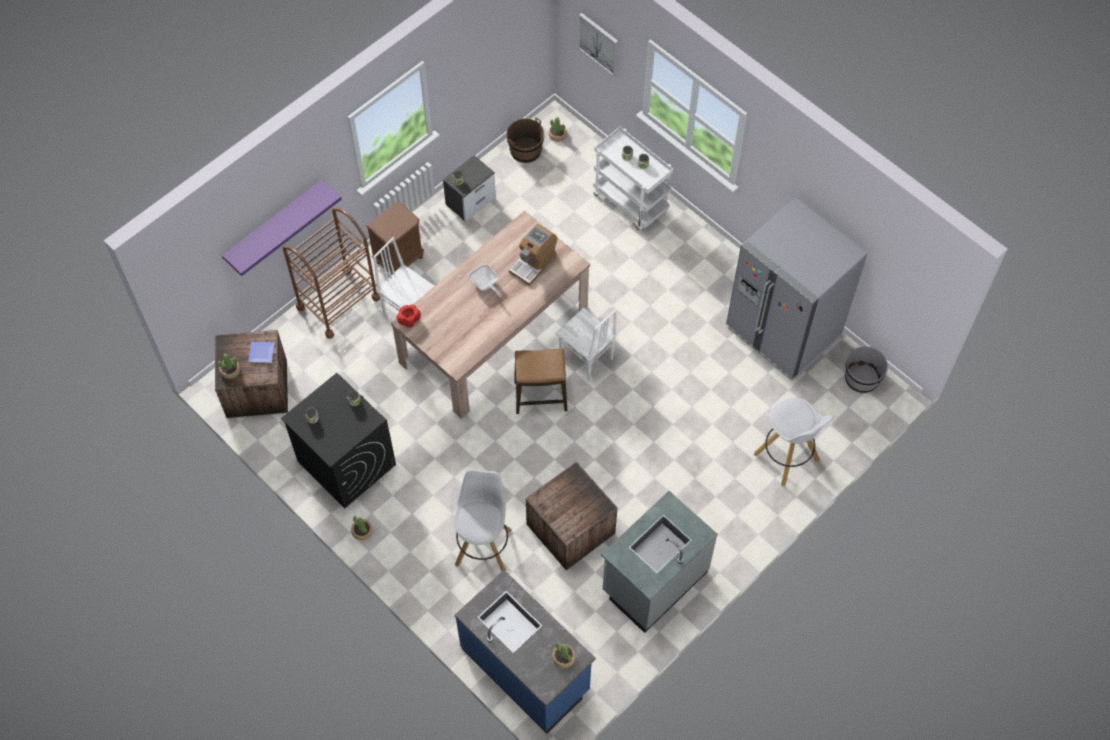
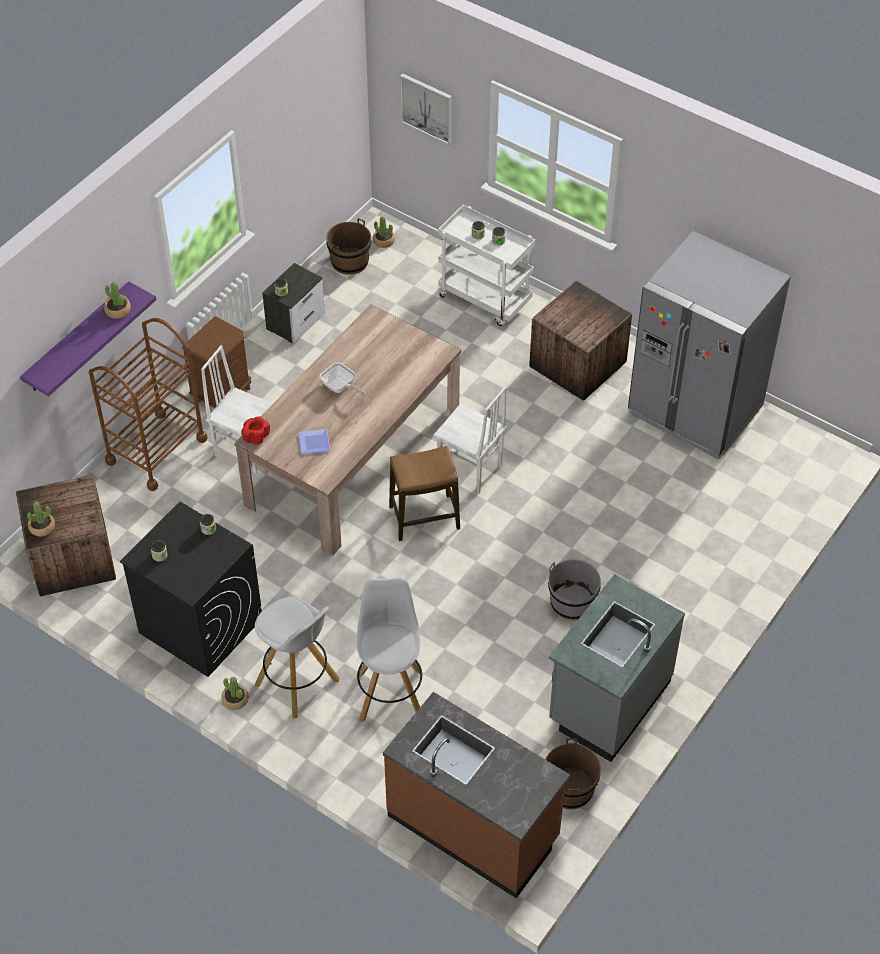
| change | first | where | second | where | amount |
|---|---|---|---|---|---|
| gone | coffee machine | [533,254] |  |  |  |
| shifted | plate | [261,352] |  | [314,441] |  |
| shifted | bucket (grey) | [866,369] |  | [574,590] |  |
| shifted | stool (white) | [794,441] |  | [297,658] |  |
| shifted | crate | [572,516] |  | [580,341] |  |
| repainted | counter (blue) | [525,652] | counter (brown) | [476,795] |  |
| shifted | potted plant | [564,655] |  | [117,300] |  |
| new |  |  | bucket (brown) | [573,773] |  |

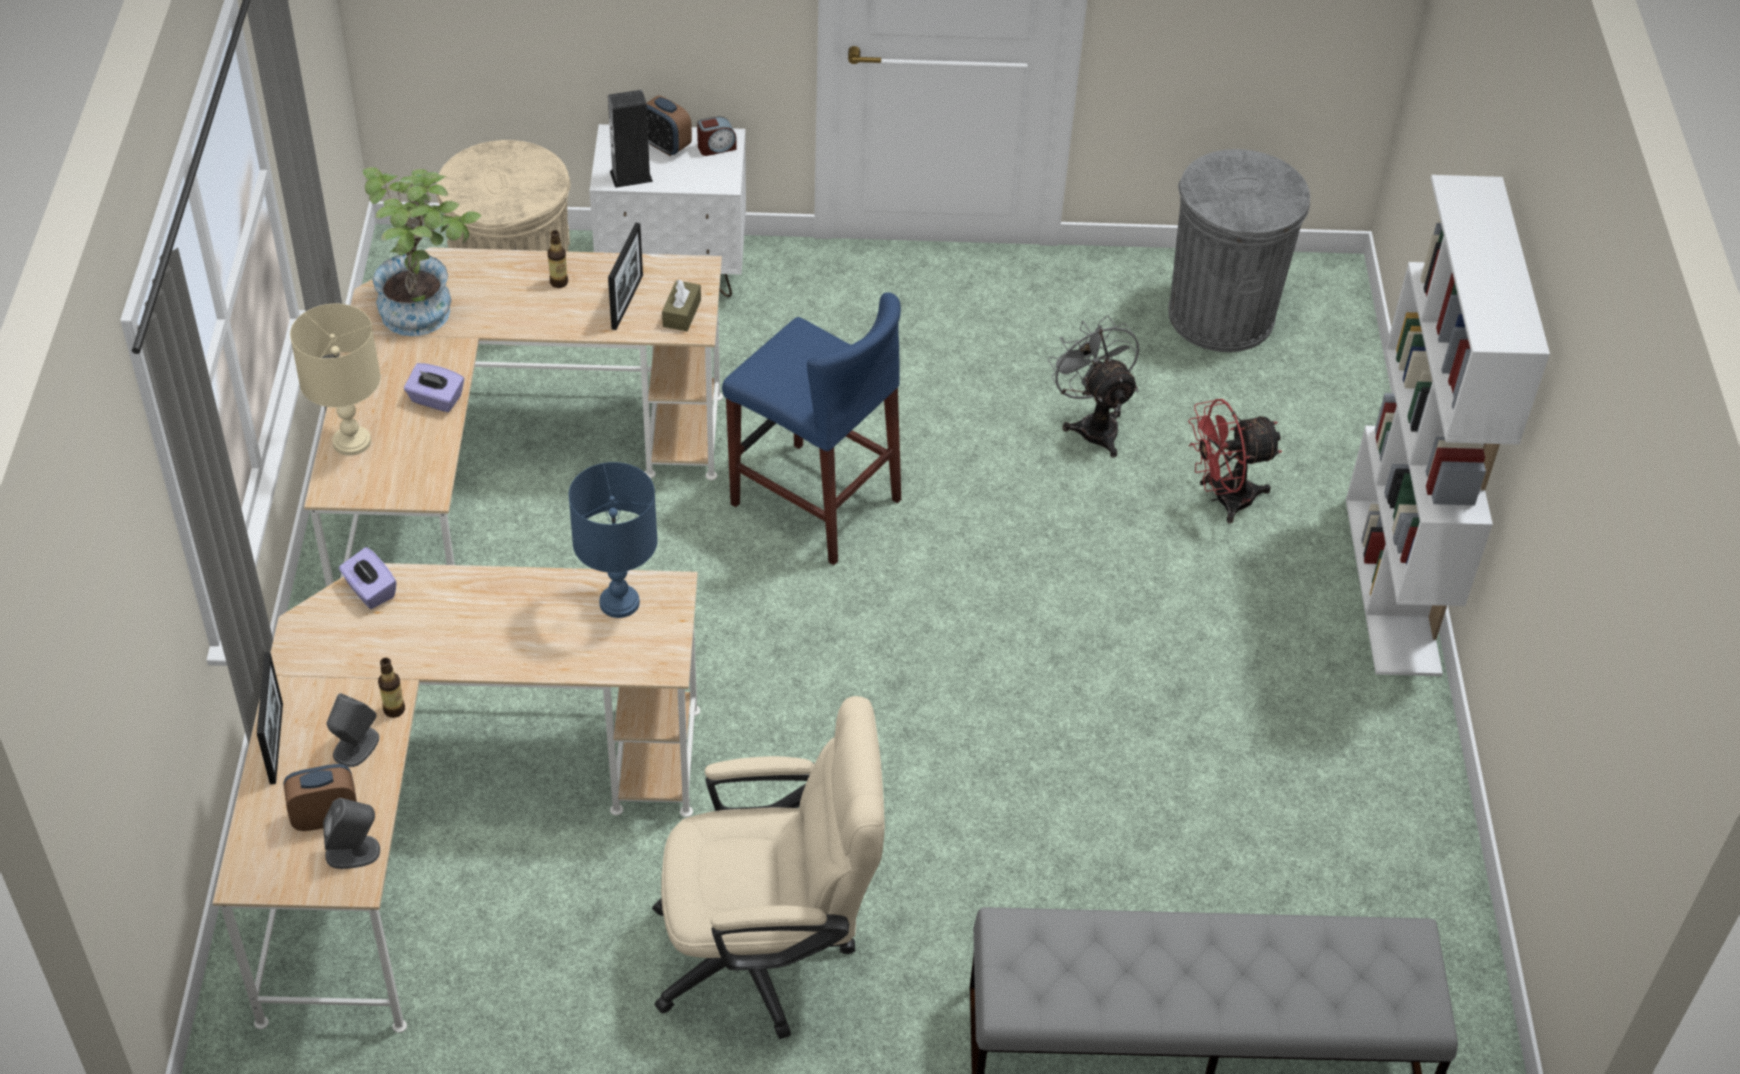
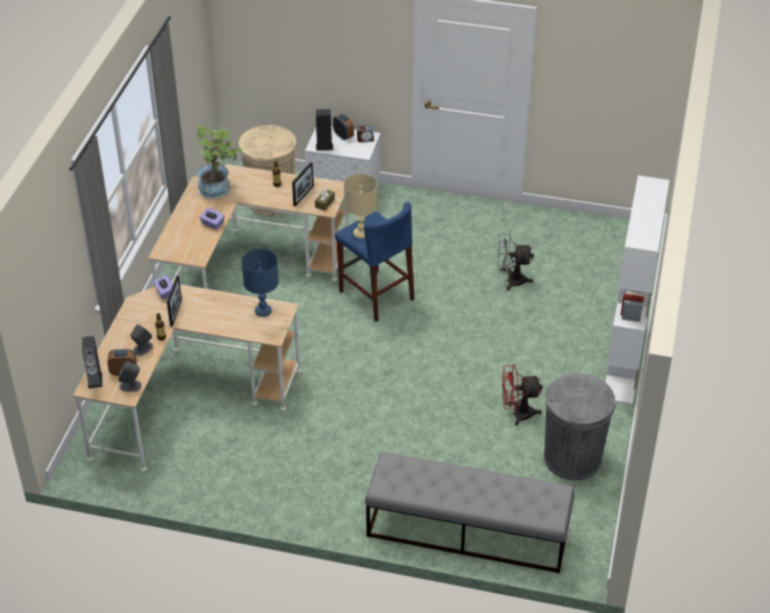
| change | first | where | second | where | amount |
|---|---|---|---|---|---|
| shifted | trash can (grey) | [1239,250] |  | [580,426] |  |
| shifted | table lamp (beige) | [335,380] |  | [360,206] |  |
| rotated | fan (grey) | [1093,386] |  | [515,261] | 75 degrees counterclockwise |
| shifted | fan (red) | [1235,461] |  | [522,395] |  |
| shifted | picture frame | [270,718] |  | [174,301] |  |
| gone | office chair (beige) | [768,867] |  |  |  |
| new |  |  | speaker | [92,362] |  |

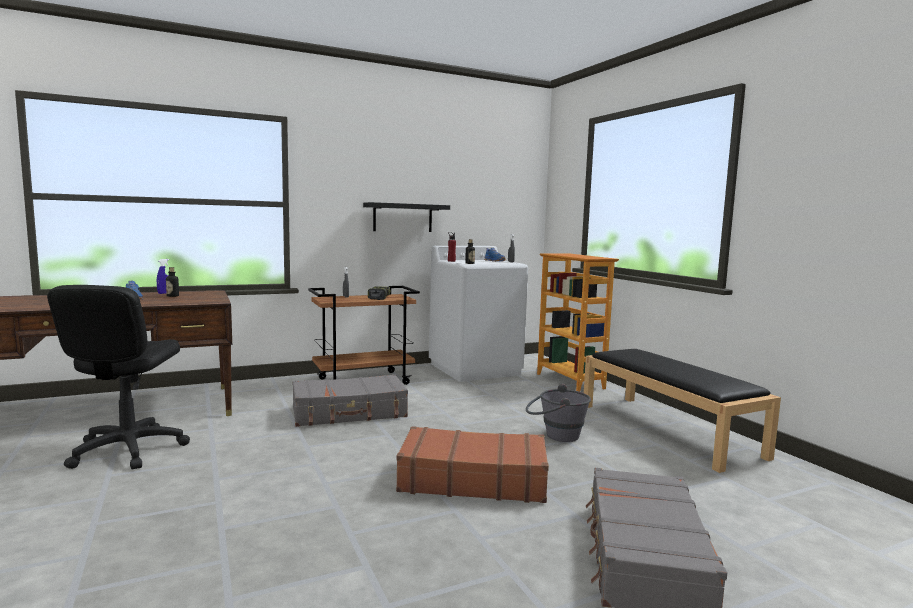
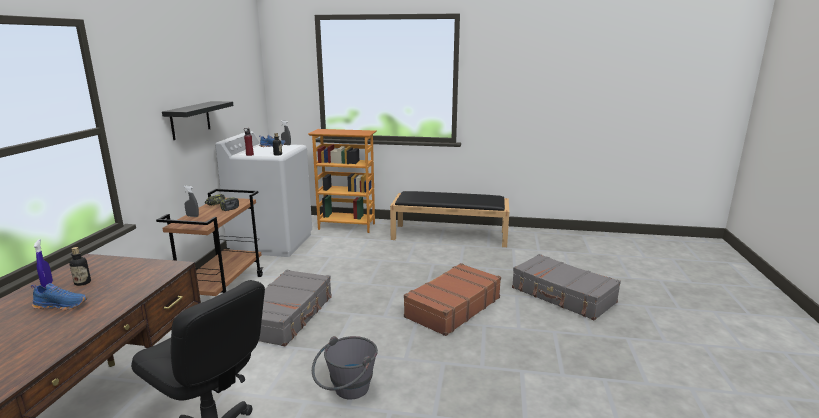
| change | first | where | second | where | amount |
|---|---|---|---|---|---|
| shifted | bucket (grey) | [558,413] |  | [345,368] |  |

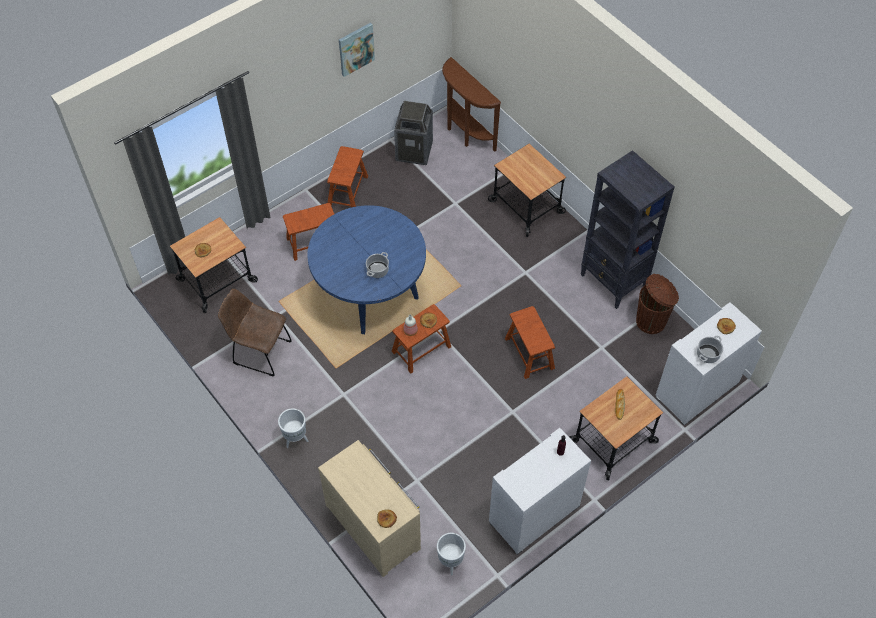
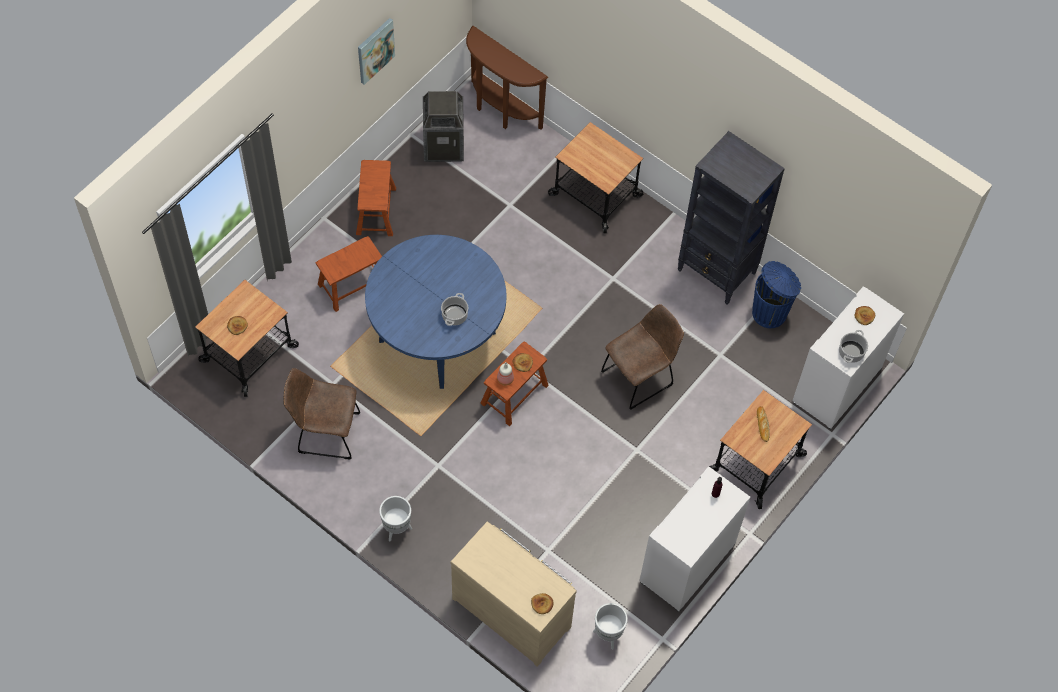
| change | first | where | second | where | amount |
|---|---|---|---|---|---|
| repainted | trash can (brown) | [657,304] | trash can (blue) | [776,294] |  |
| swapped | stool (brown) | [530,342] | chair (brown) | [642,356] |  |

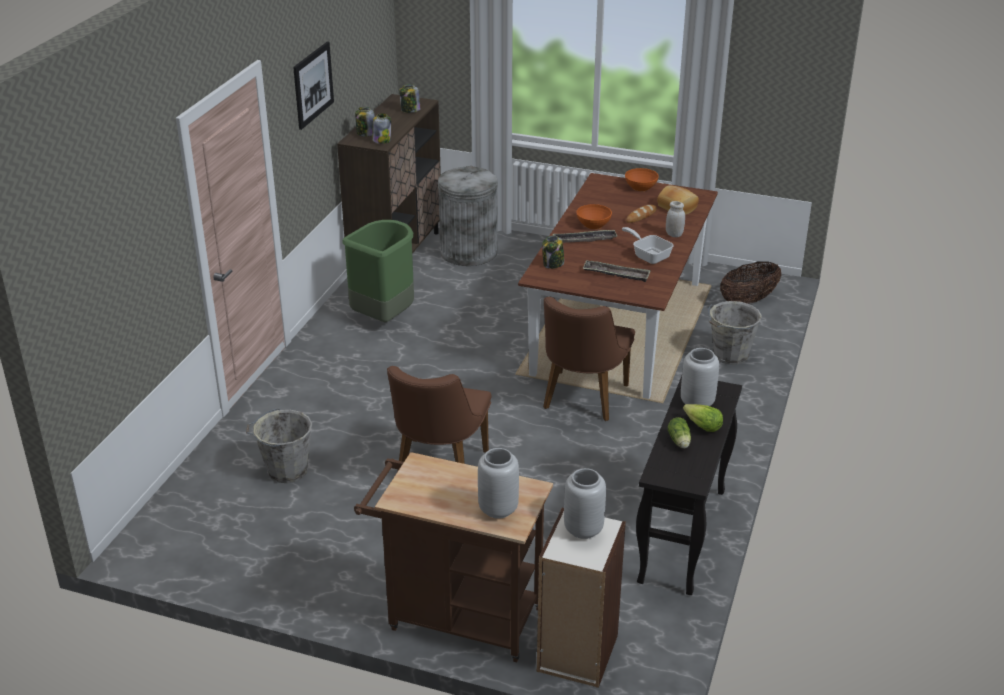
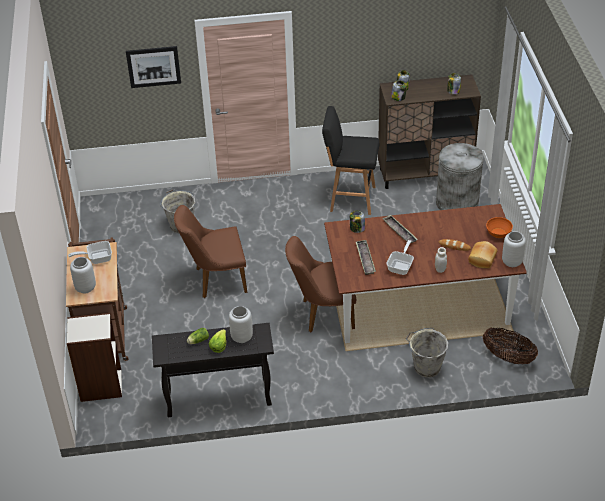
| change | first | where | second | where | amount |
|---|---|---|---|---|---|
| shifted | picture | [313,86] |  | [153,67] |  |
| gone | bowl (orange) | [594,216] |  |  |  |
| swapped | trash can (green) | [378,271] | stool (black) | [350,160] |  |
| shifted | vase (grey) | [585,503] |  | [514,249] |  |
| new |  |  | frying pan | [90,252] |  |

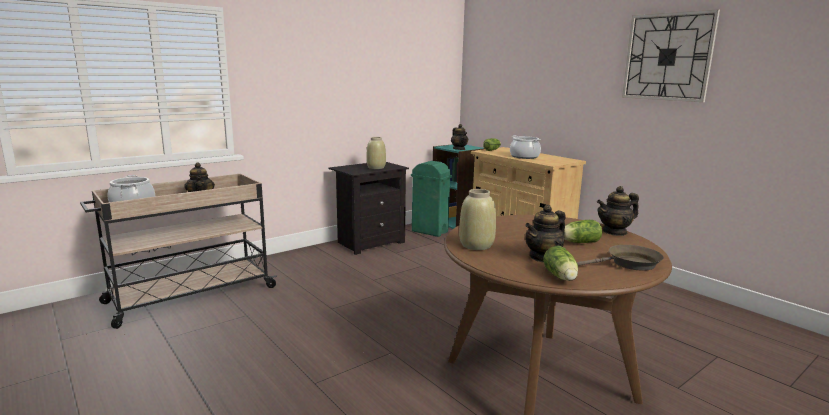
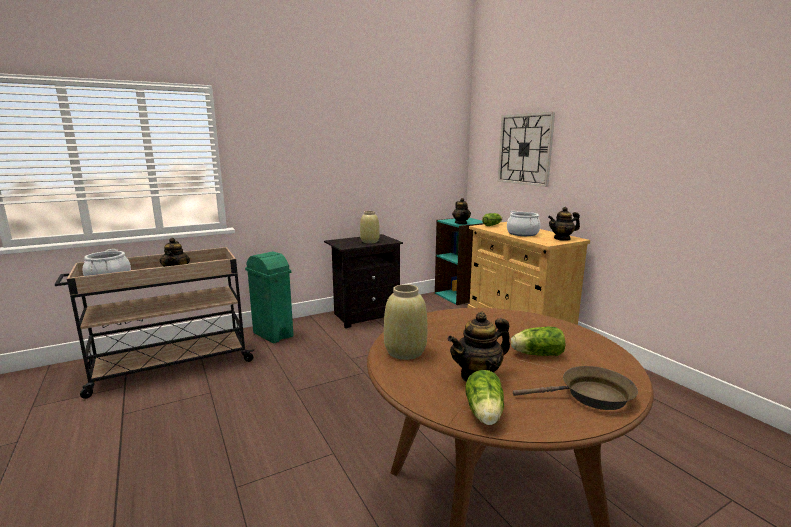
| change | first | where | second | where | amount |
|---|---|---|---|---|---|
| shifted | wall clock | [671,55] |  | [526,149] |  |
| shifted | trash can (green) | [431,199] |  | [269,297] |  |
| shifted | teapot | [618,211] |  | [564,224] |  |

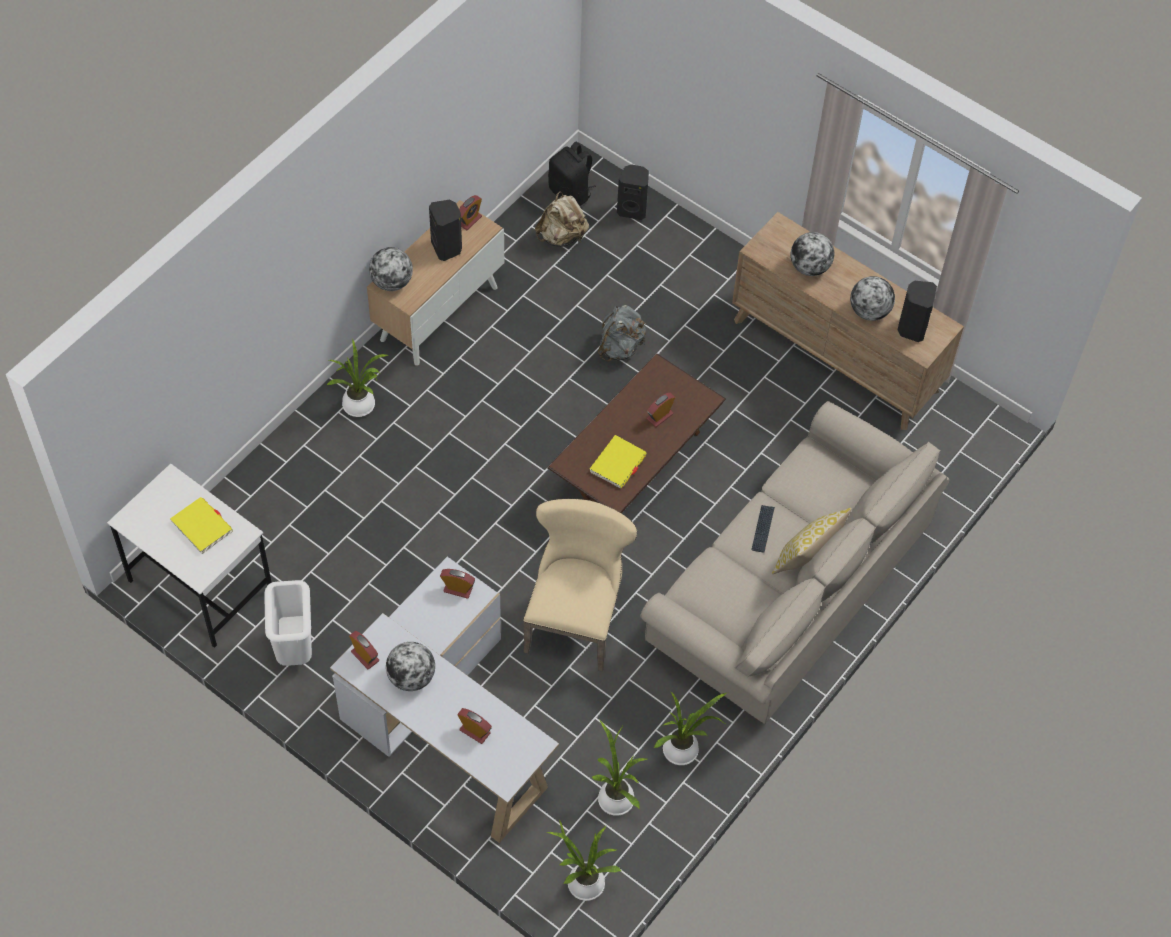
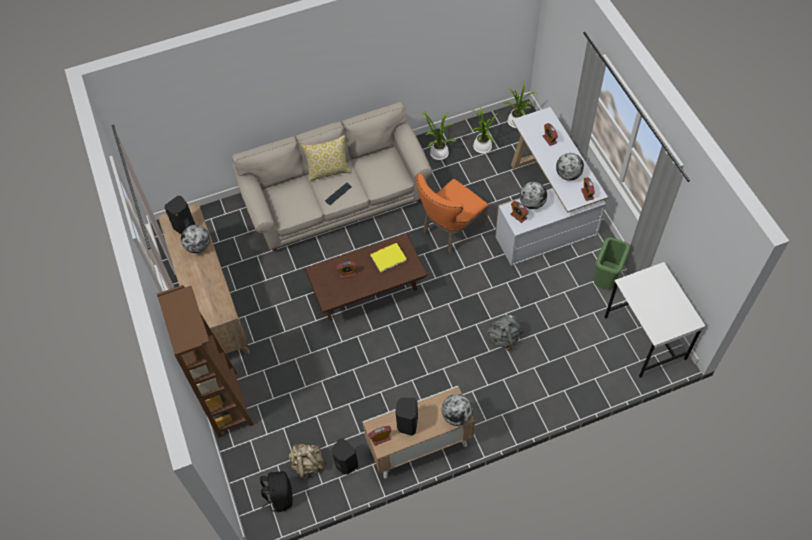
| change | first | where | second | where | amount |
|---|---|---|---|---|---|
| shifted | speaker (black) | [633,192] |  | [345,456] |  |
| shifted | globe | [812,254] |  | [533,195] |  |
| shifted | backpack (grey) | [622,333] |  | [505,333] |  |
| gone | potted plant | [357,378] |  |  |  |
| gone | book (yellow) | [201,525] |  |  |  |
| repainted | chair (beige) | [580,585] | chair (orange) | [452,213] |  |
| repainted | trash can (white) | [288,623] | trash can (green) | [612,263] |  |
| new |  |  | bookcase (brown) | [205,361] |  |

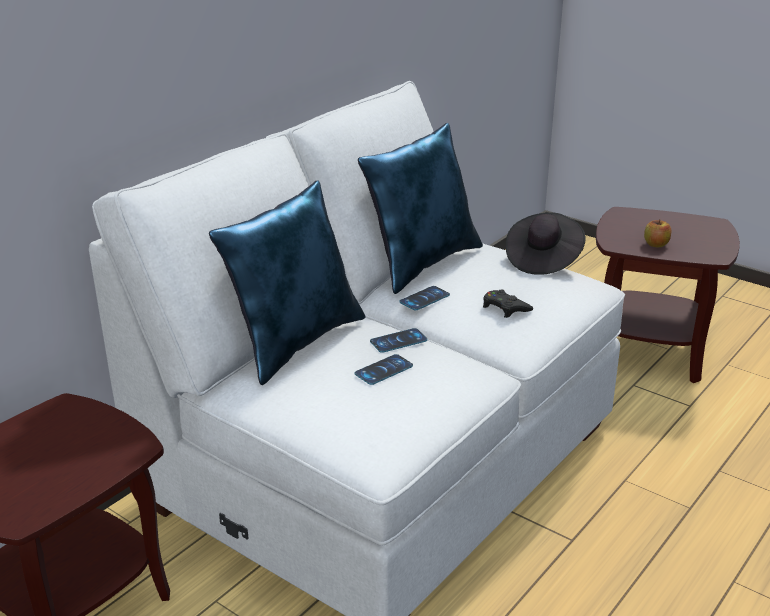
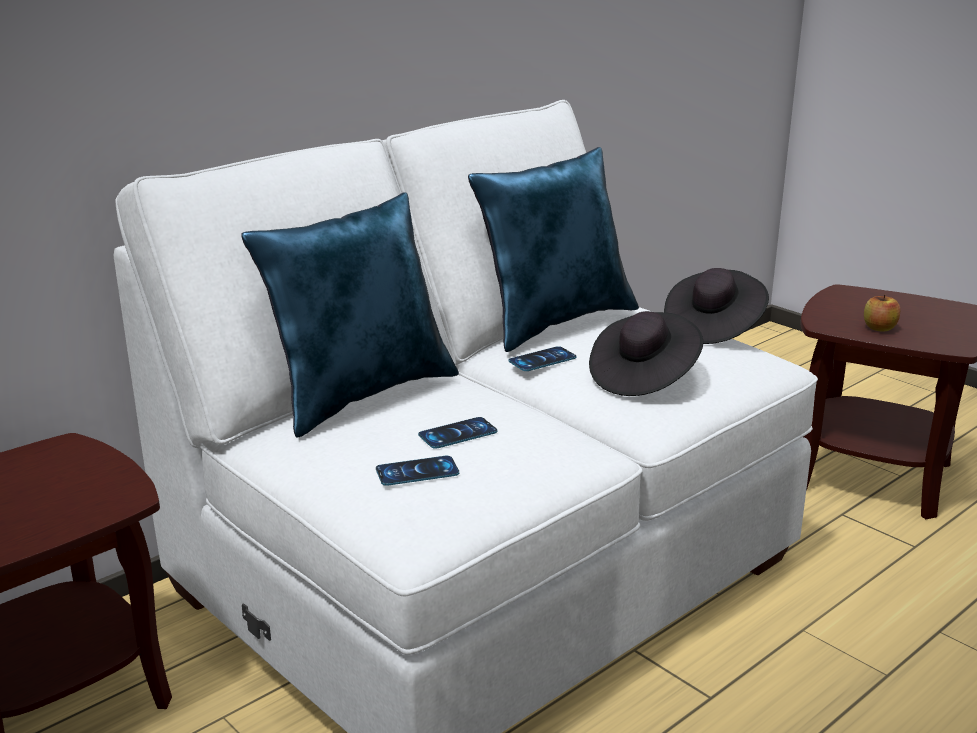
| change | first | where | second | where | amount |
|---|---|---|---|---|---|
| swapped | game controller (black) | [508,303] | hat (black) | [646,353] |  |
| shifted | phone | [398,340] |  | [417,471] |  |

